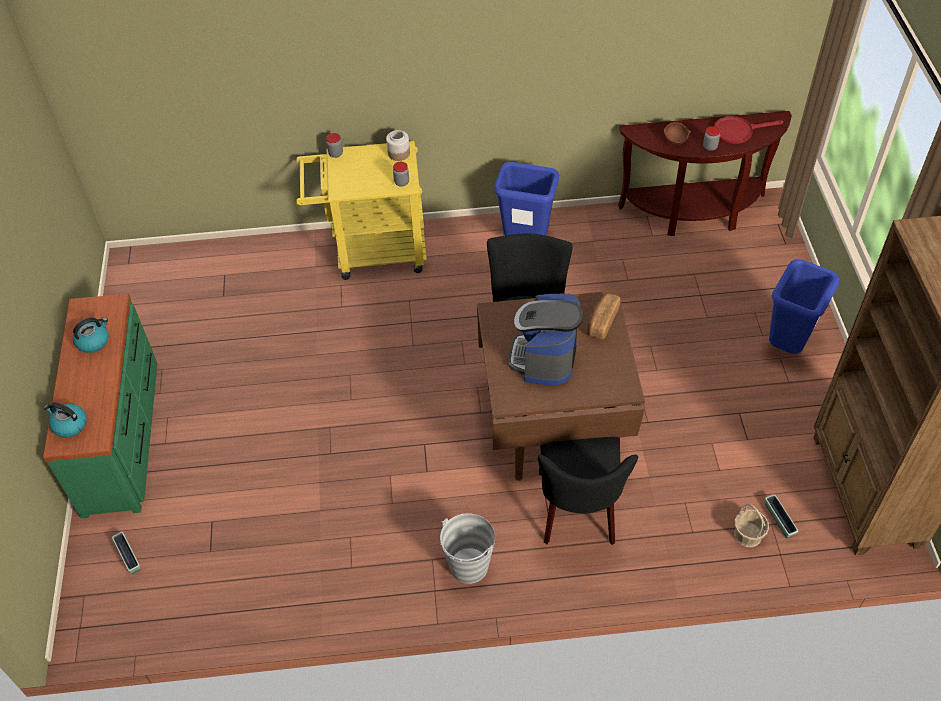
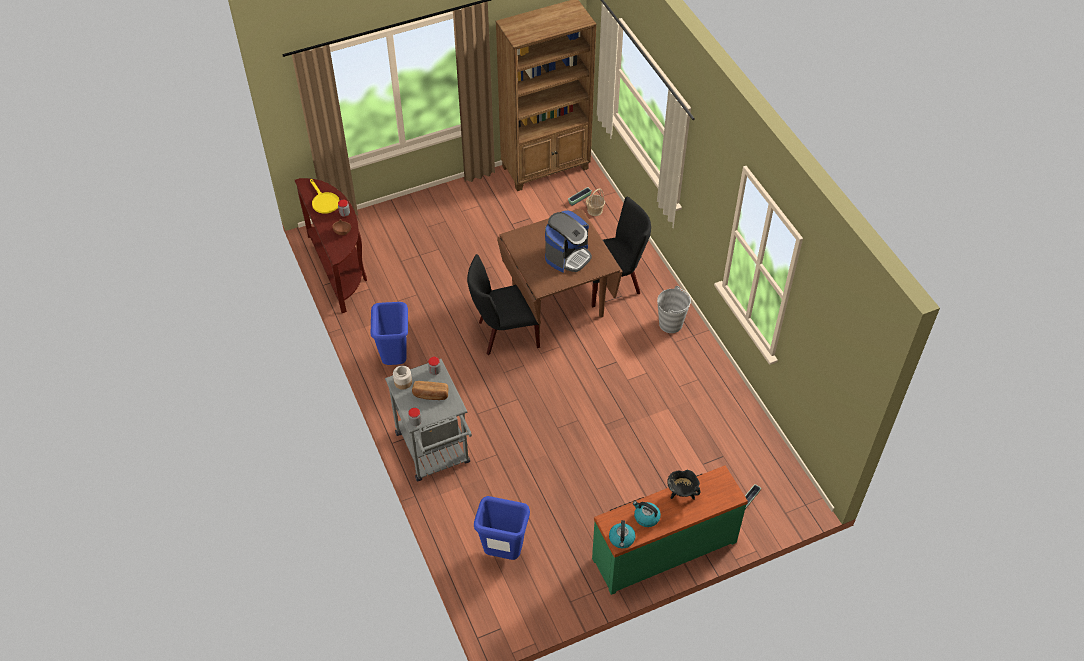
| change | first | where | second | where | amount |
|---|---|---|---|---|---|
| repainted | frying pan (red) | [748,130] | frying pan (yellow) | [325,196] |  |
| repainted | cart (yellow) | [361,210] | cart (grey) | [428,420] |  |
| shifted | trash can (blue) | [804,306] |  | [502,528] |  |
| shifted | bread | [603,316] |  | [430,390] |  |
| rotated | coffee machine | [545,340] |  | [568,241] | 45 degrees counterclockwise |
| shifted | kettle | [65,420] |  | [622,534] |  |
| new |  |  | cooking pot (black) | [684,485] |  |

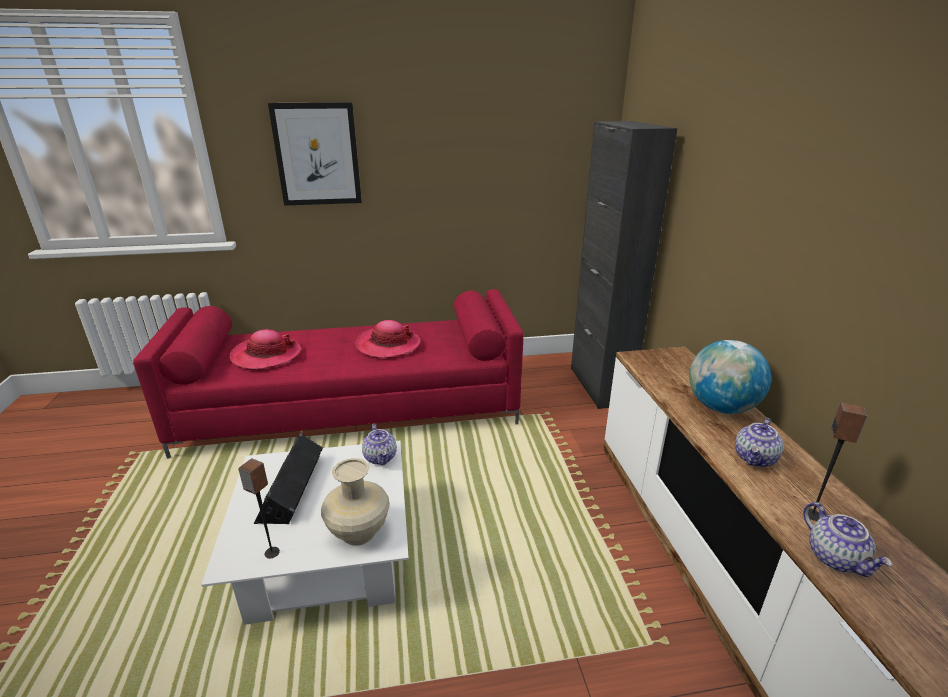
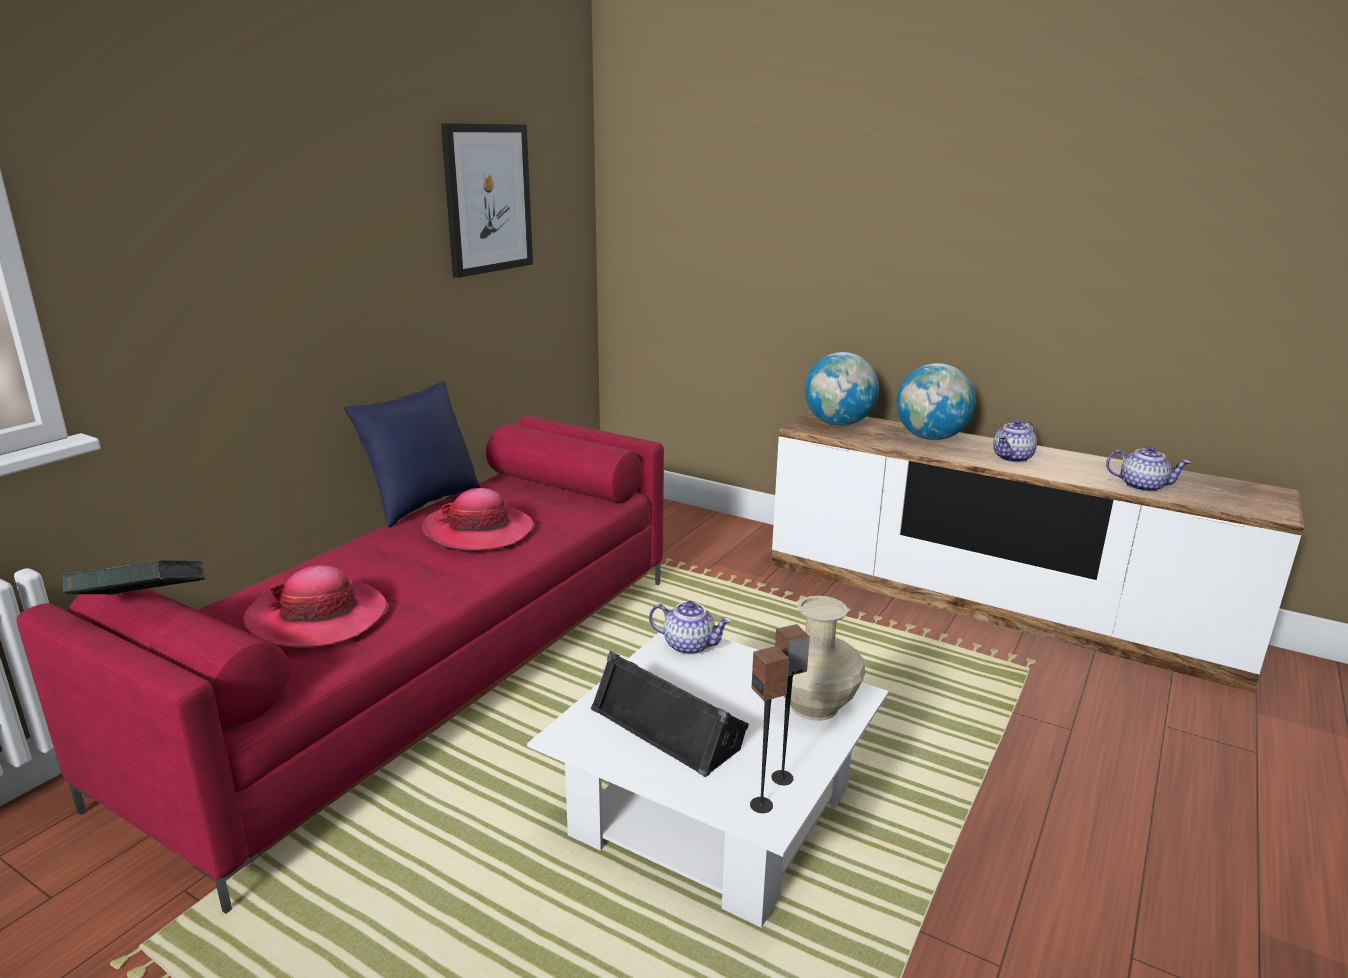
| change | first | where | second | where | amount |
|---|---|---|---|---|---|
| shifted | picture | [315,154] |  | [487,200] |  |
| gone | cabinet (black) | [624,265] |  |  |  |
| shifted | speaker | [837,461] |  | [769,729] |  |
| rotated | teapot | [759,442] |  | [1015,441] | 60 degrees clockwise |
| new |  |  | globe | [842,389] |  |
| new |  |  | pillow (blue) | [412,454] |  |
| new |  |  | book | [134,577] |  |

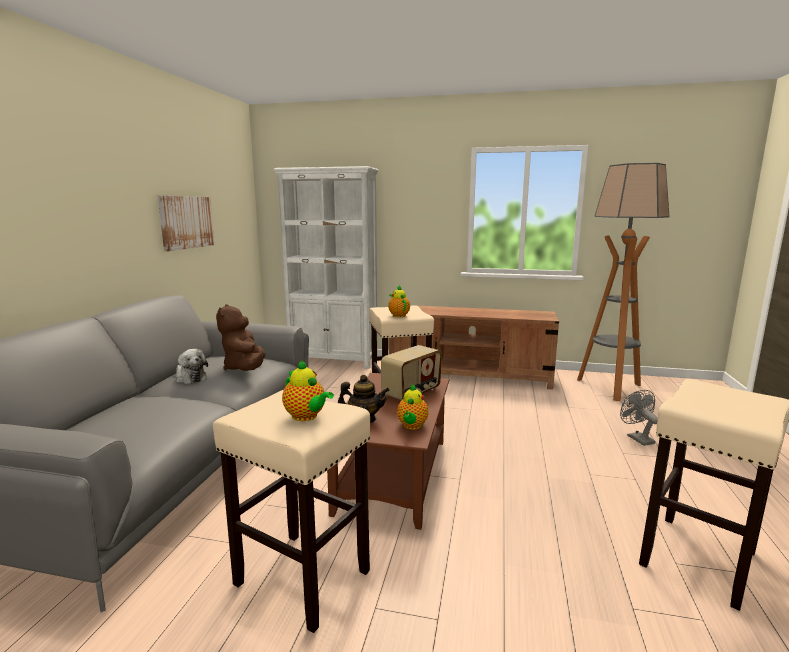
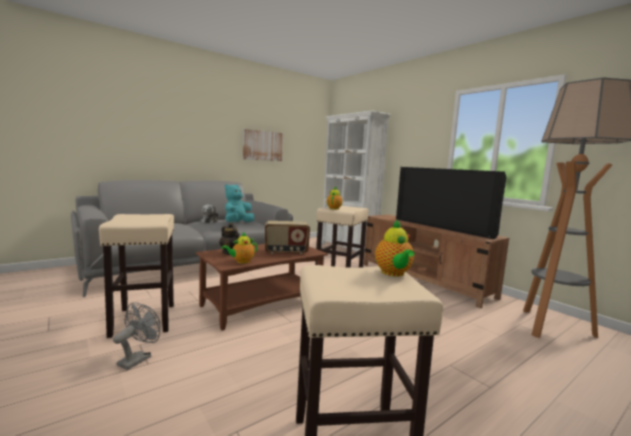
| change | first | where | second | where | amount |
|---|---|---|---|---|---|
| repainted | plush toy (brown) | [240,337] | plush toy (turquoise) | [240,203] |  |
| shifted | teapot | [308,390] |  | [394,248] |  |
| shifted | fan (grey) | [639,418] |  | [136,336] |  |
| new |  |  | television | [451,203] |  |

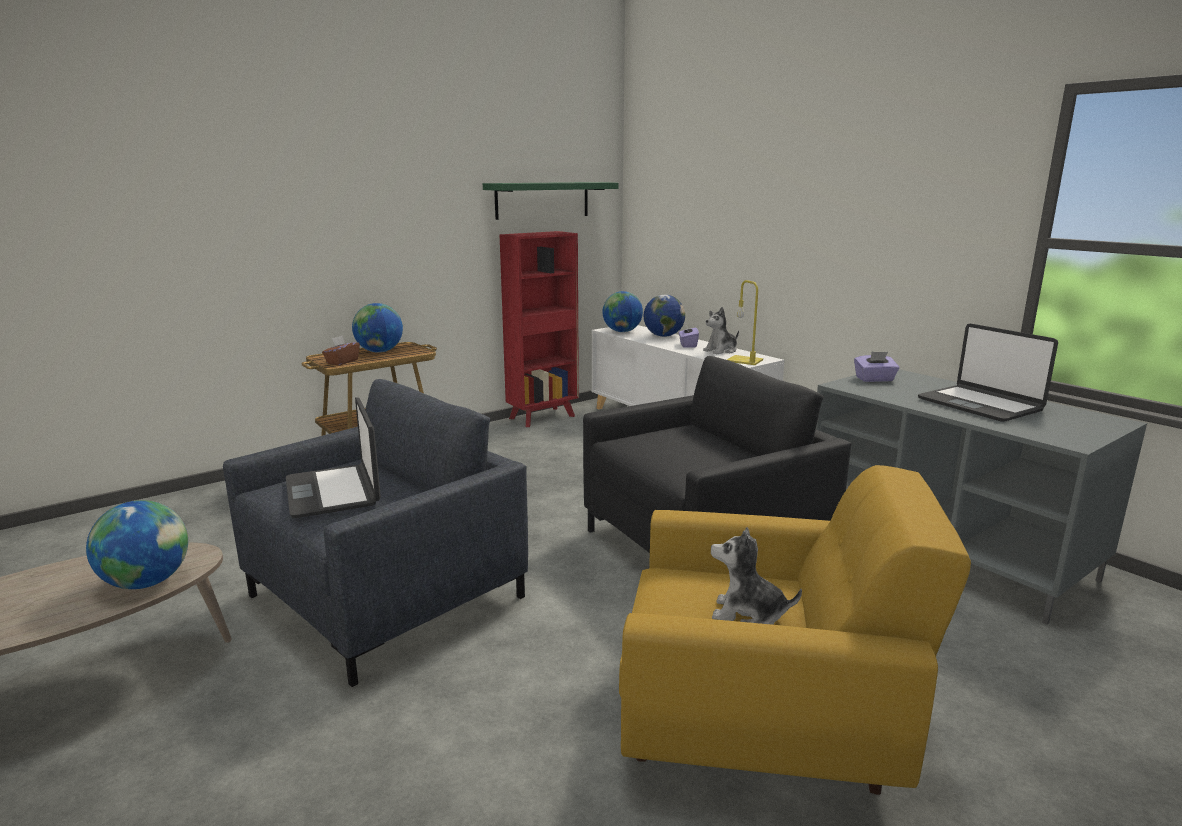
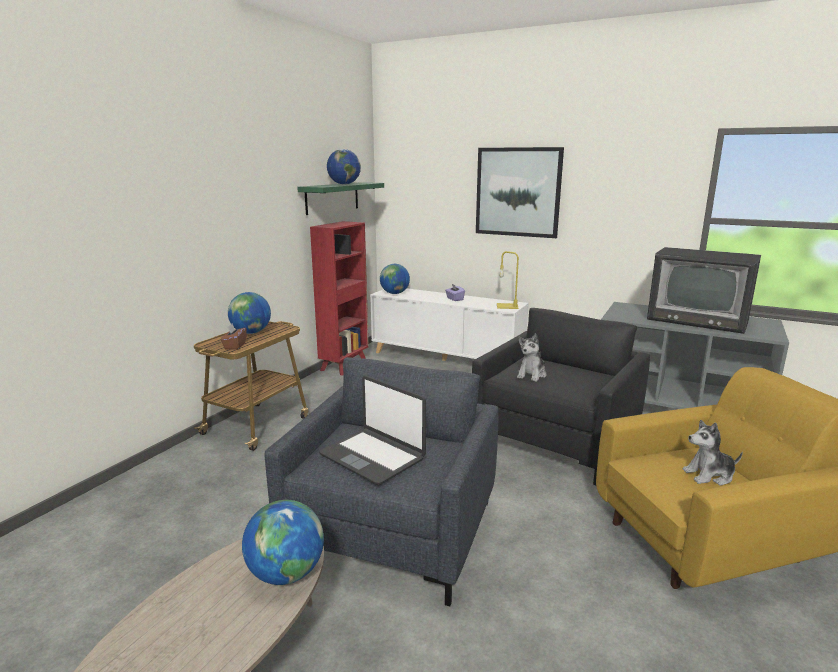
| change | first | where | second | where | amount |
|---|---|---|---|---|---|
| shifted | globe | [664,316] |  | [344,167] |  |
| shifted | plush toy | [721,330] |  | [532,358] |  |
| swapped | laptop | [988,372] | television | [704,290] |  |
| gone | tissue box (purple) | [877,367] |  |  |  |
| new |  |  | picture | [520,192] |  |

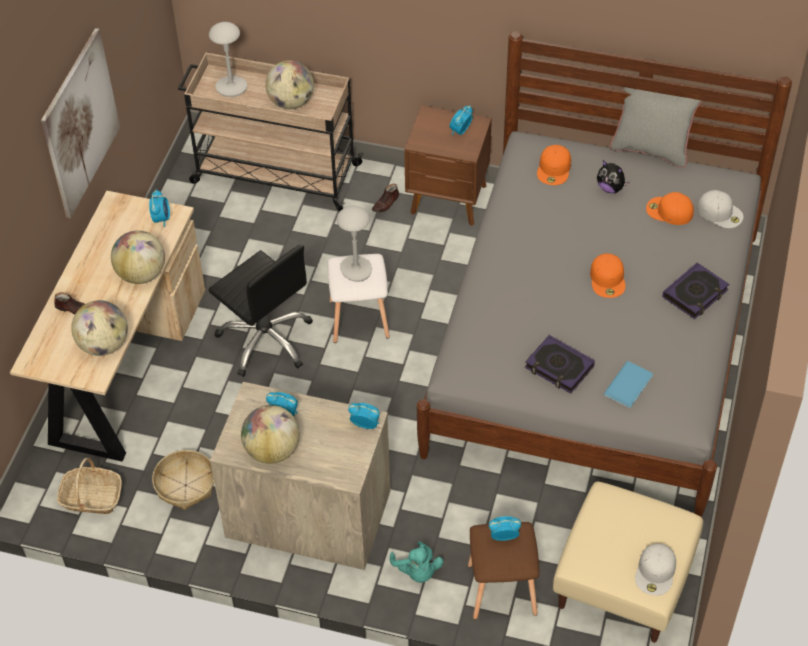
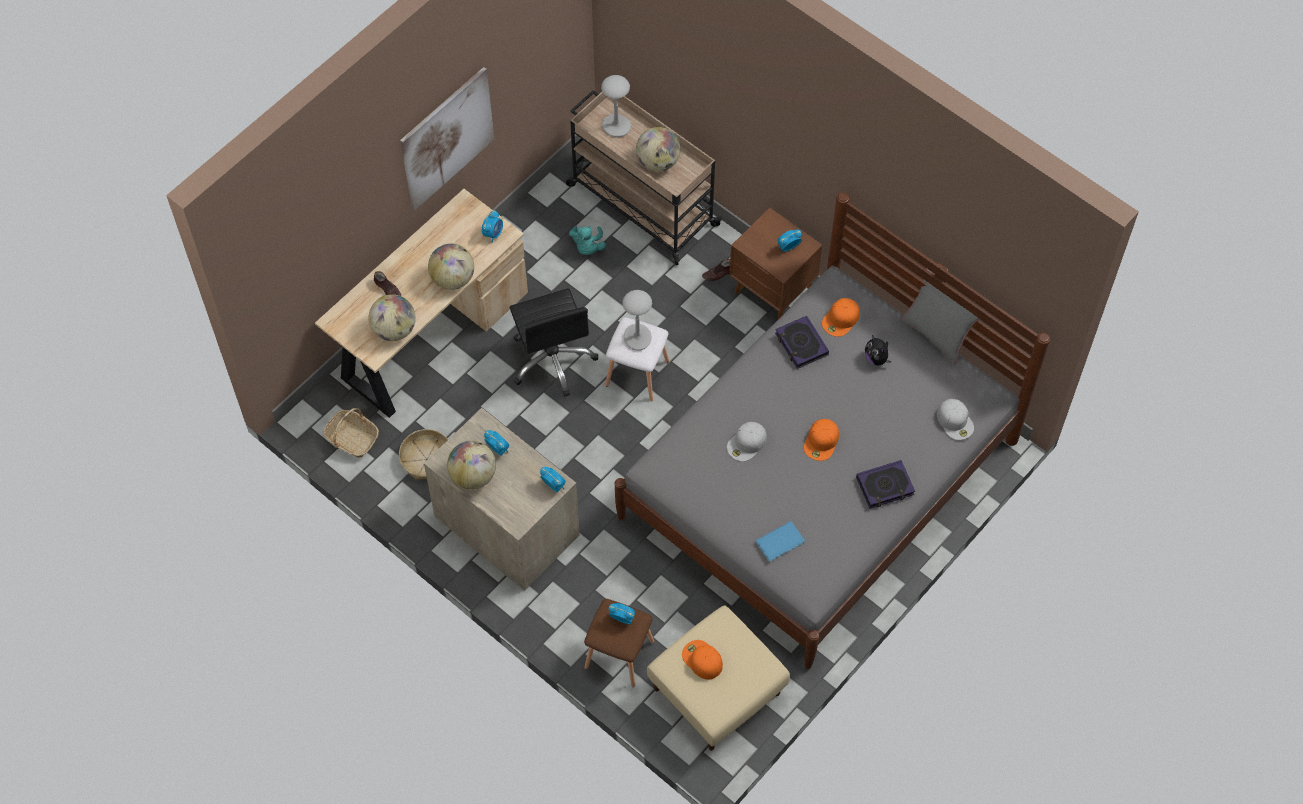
| change | first | where | second | where | amount |
|---|---|---|---|---|---|
| shifted | cap (orange) | [670,208] |  | [702,660] |  |
| shifted | book | [560,364] |  | [802,342] |  |
| shifted | plush toy (turquoise) | [417,562] |  | [587,240] |  |
| shifted | cap (white) | [655,570] |  | [747,442] |  |

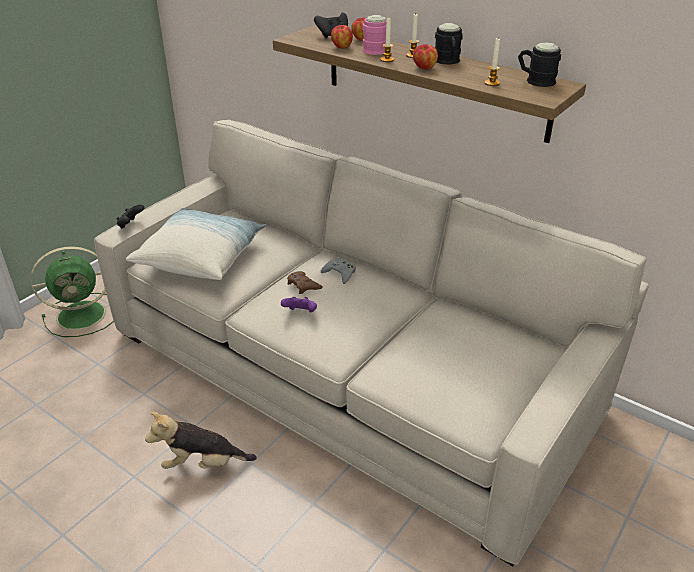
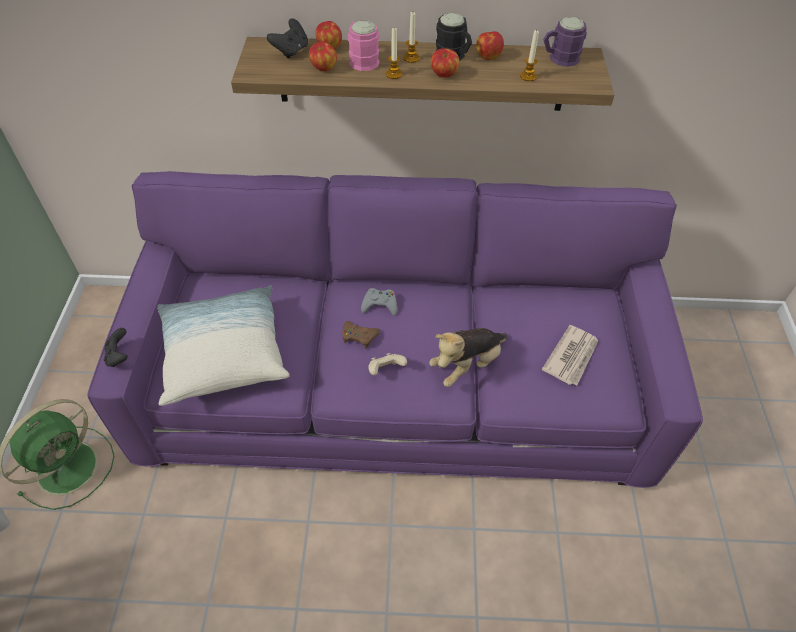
| change | first | where | second | where | amount |
|---|---|---|---|---|---|
| repainted | mug (black) | [539,64] | mug (purple) | [565,42] |  |
| repainted | sofa (beige) | [371,342] | sofa (purple) | [395,329] |  |
| repainted | game controller (purple) | [299,304] | game controller (beige) | [387,364] |  |
| shifted | plush toy | [201,440] |  | [468,357] |  |
| new |  |  | apple | [490,45] |  |
| new |  |  | newspaper | [570,355] |  |

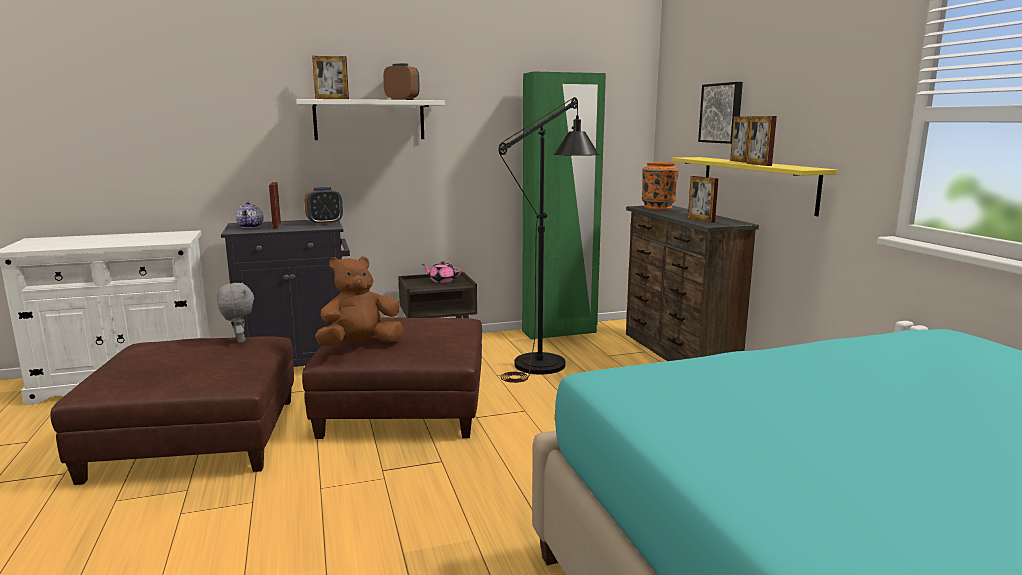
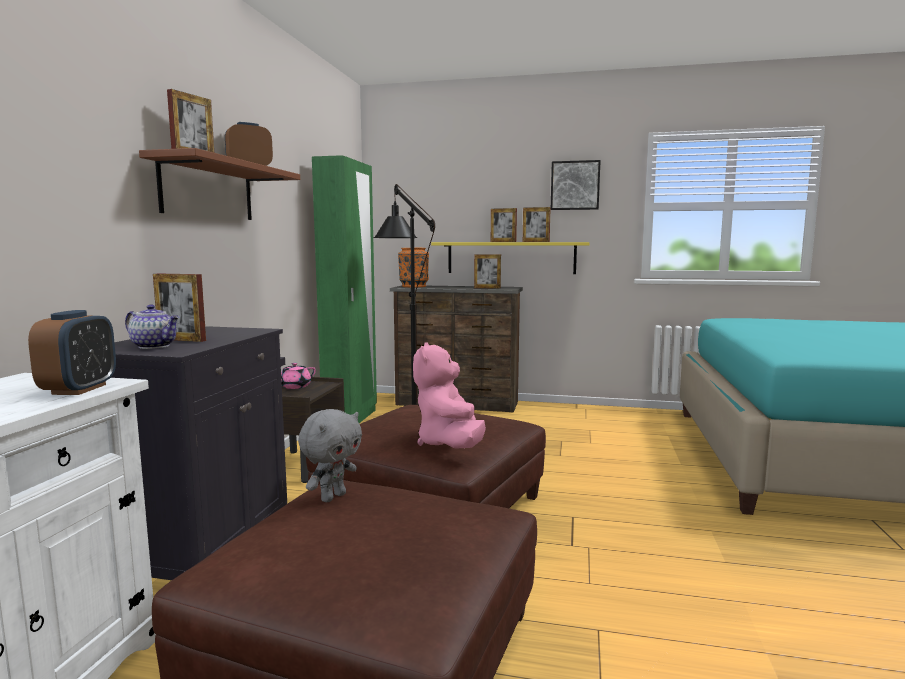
| change | first | where | second | where | amount |
|---|---|---|---|---|---|
| shifted | picture | [720,113] |  | [576,185] |  |
| repainted | shelf (white) | [371,119] | shelf (brown) | [219,184] |  |
| shifted | alarm clock | [323,206] |  | [72,352] |  |
| repainted | plush toy (brown) | [359,301] | plush toy (pink) | [449,395] |  |
| rotated | plush toy (grey) | [235,312] |  | [330,455] | 120 degrees clockwise |

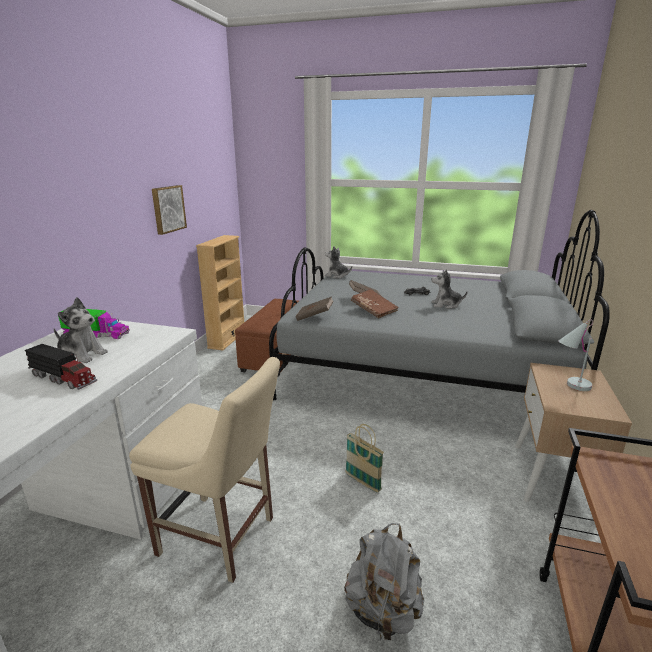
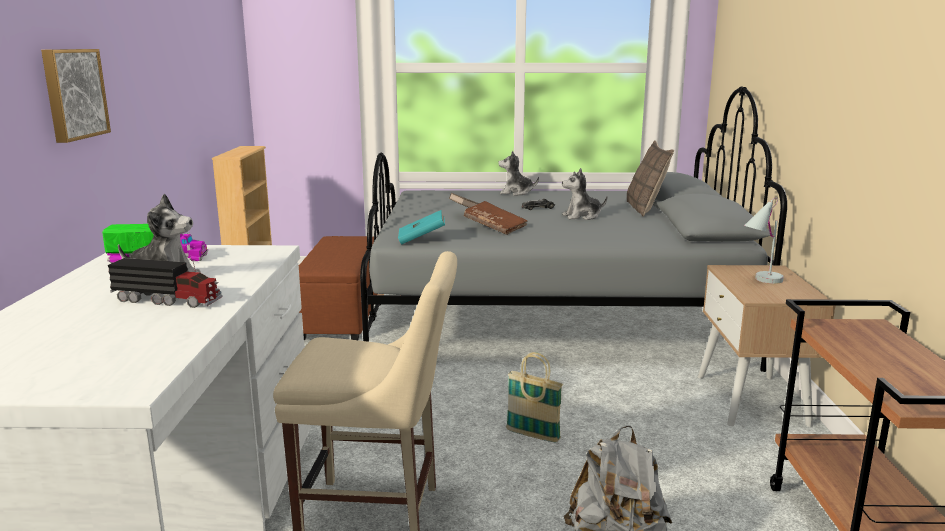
| change | first | where | second | where | amount |
|---|---|---|---|---|---|
| shifted | picture | [169,210] |  | [76,96] |  |
| shifted | plush toy | [338,262] |  | [518,173] |  |
| repainted | book (brown) | [314,308] | book (turquoise) | [421,227] |  |
| new |  |  | pillow | [650,178] |  |

